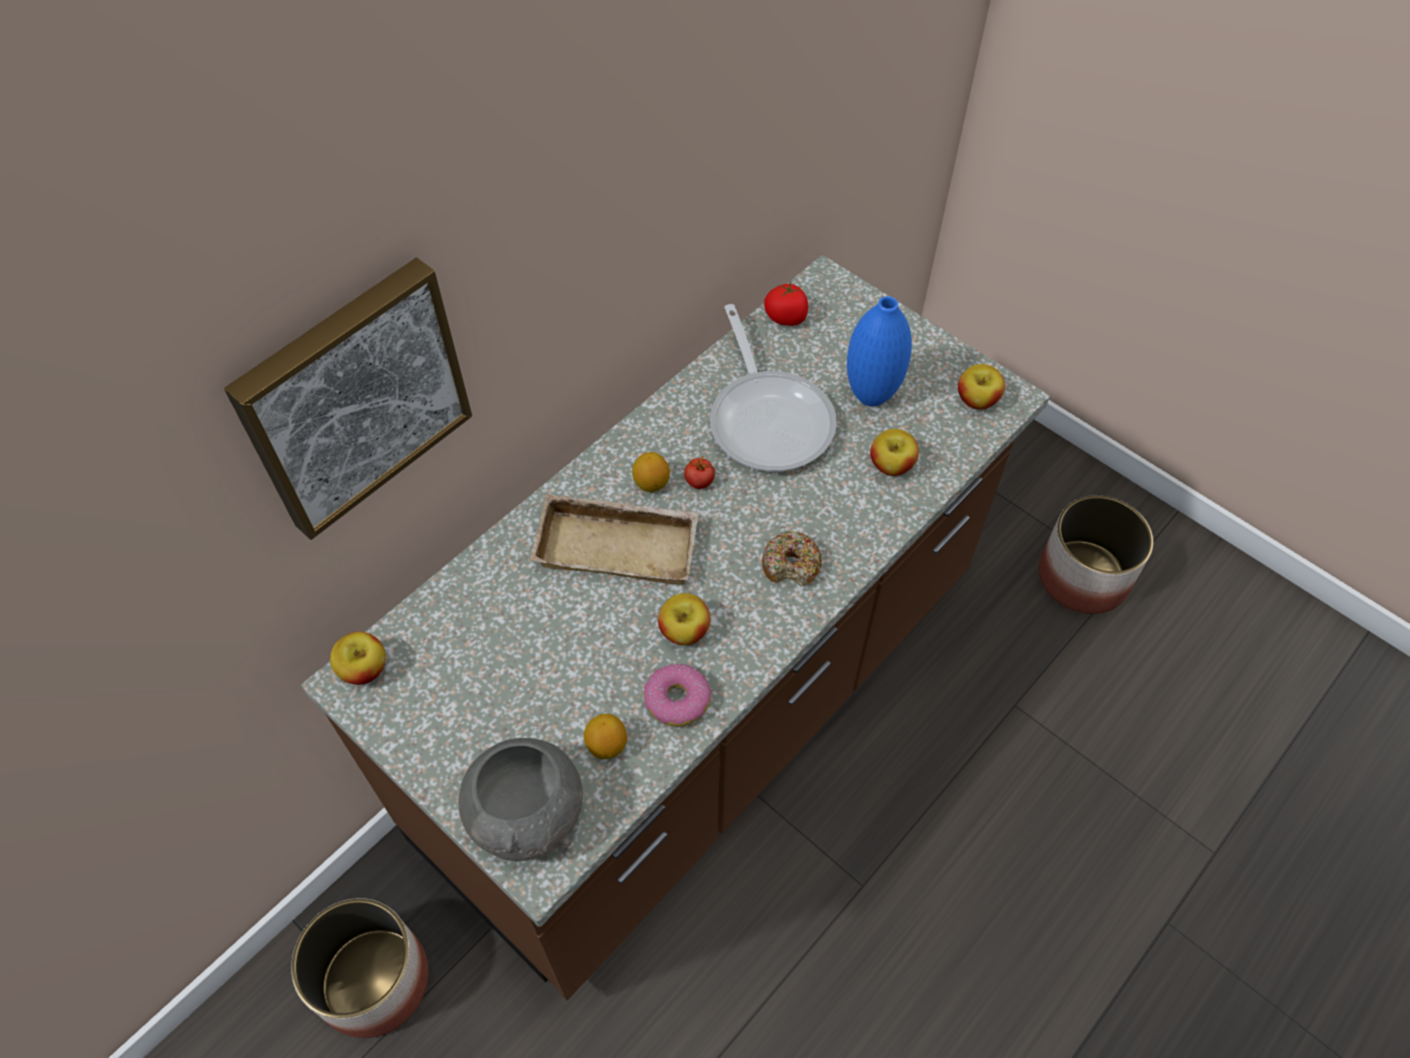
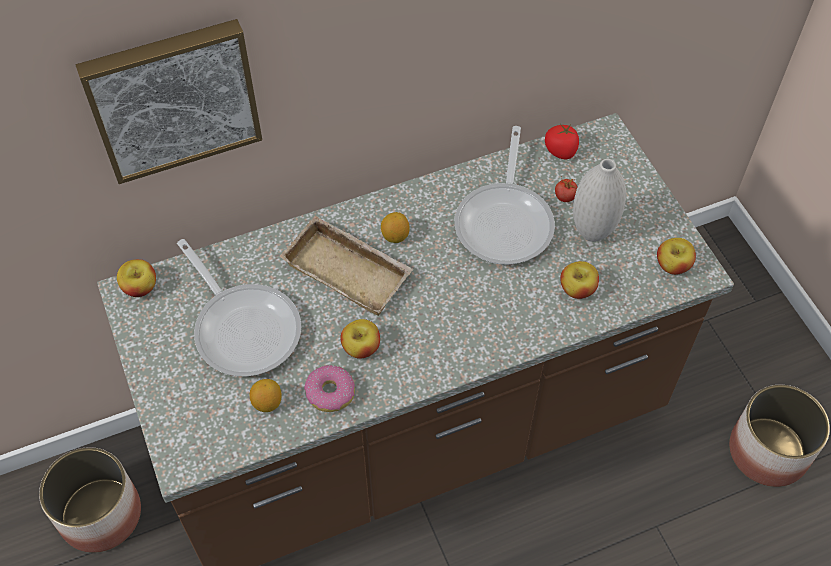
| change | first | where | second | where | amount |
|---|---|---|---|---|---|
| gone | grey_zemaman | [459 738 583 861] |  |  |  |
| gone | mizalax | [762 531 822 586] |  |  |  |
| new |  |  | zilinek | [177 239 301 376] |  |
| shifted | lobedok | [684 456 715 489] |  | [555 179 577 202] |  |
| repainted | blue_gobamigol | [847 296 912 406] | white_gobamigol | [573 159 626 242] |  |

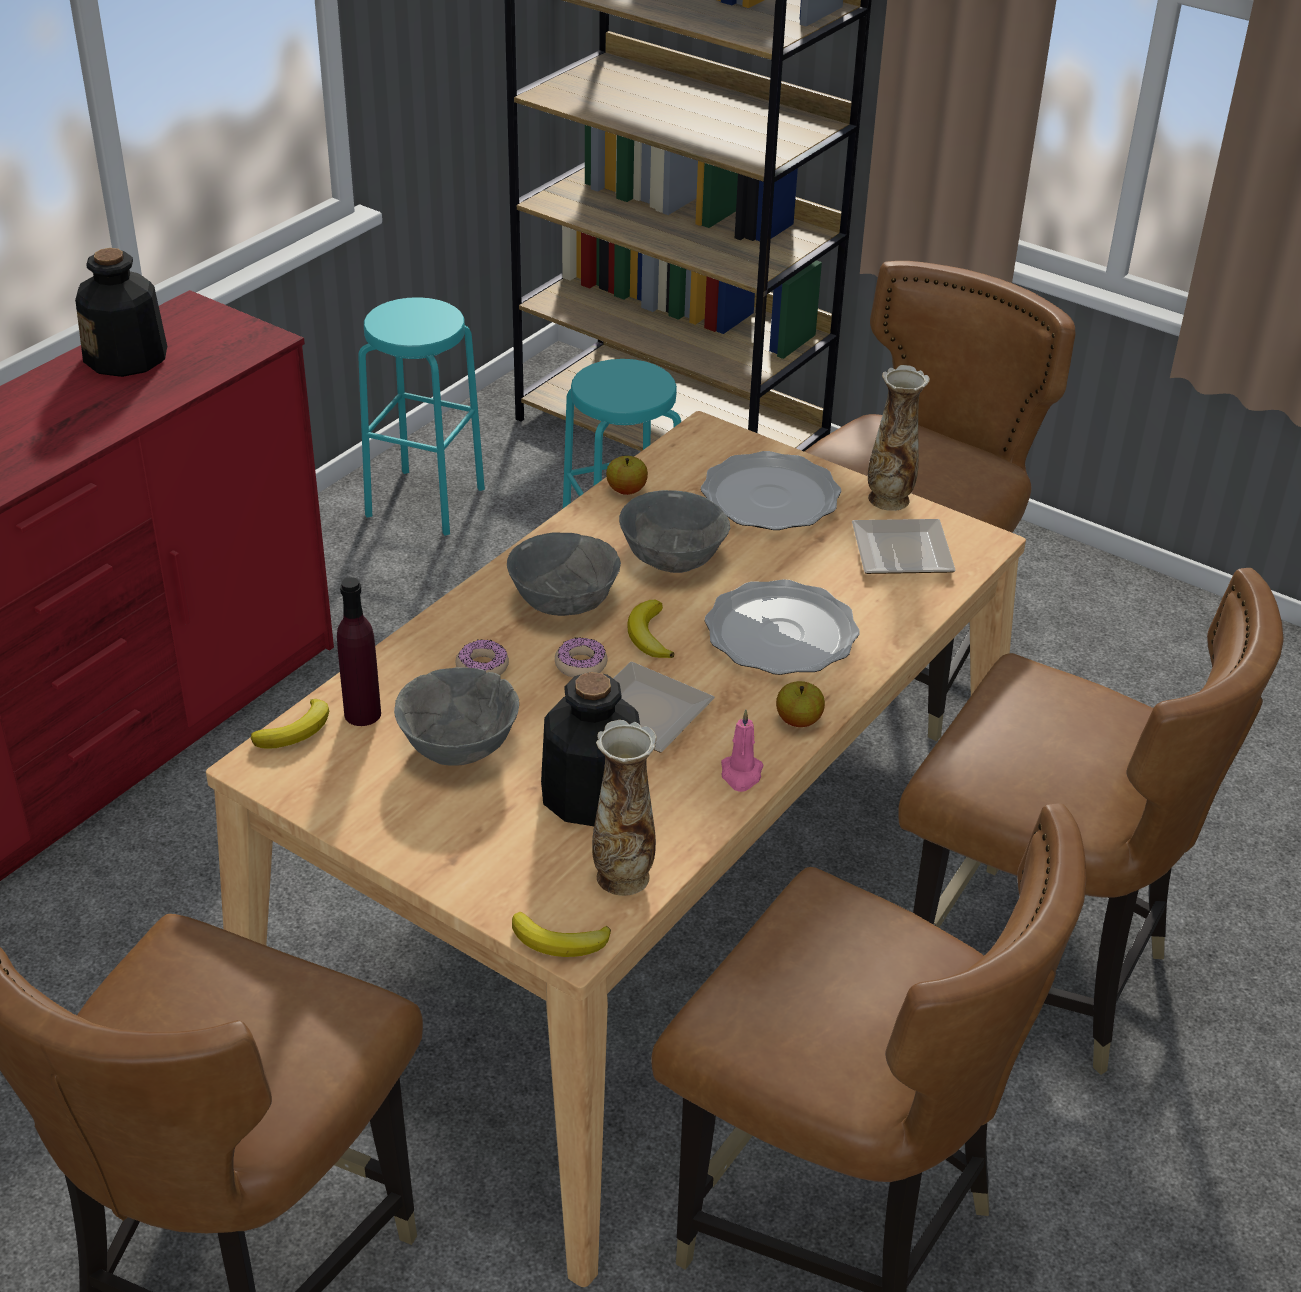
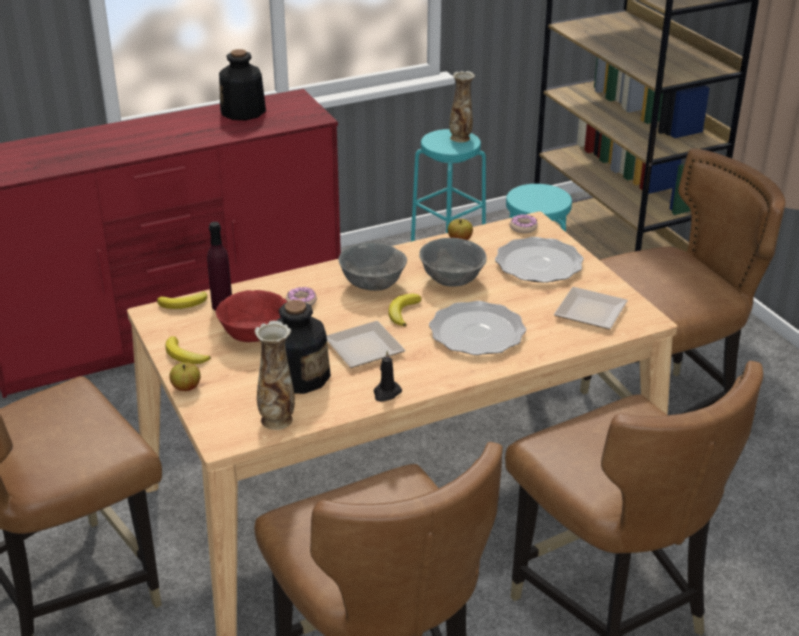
| change | first | where | second | where | amount |
|---|---|---|---|---|---|
| shifted | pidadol | [512 912 611 957] |  | [166 336 211 364] |  |
| shifted | mizalax | [555 638 607 677] |  | [509 214 538 233] |  |
| shifted | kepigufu | [776 681 825 727] |  | [169 362 201 391] |  |
| shifted | gobamigol | [868 365 930 511] |  | [449 71 475 142] |  |
| repainted | grey_zemaman | [394 667 519 766] | red_zemaman | [216 290 287 342] |  |
| repainted | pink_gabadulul | [721 710 763 792] | black_gabadulul | [374 351 402 402] |  |

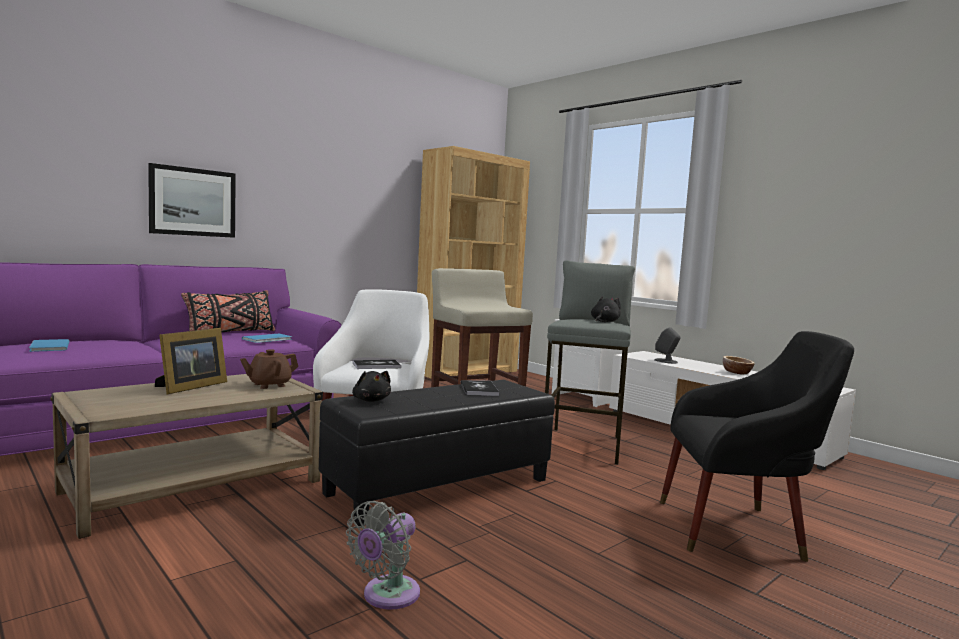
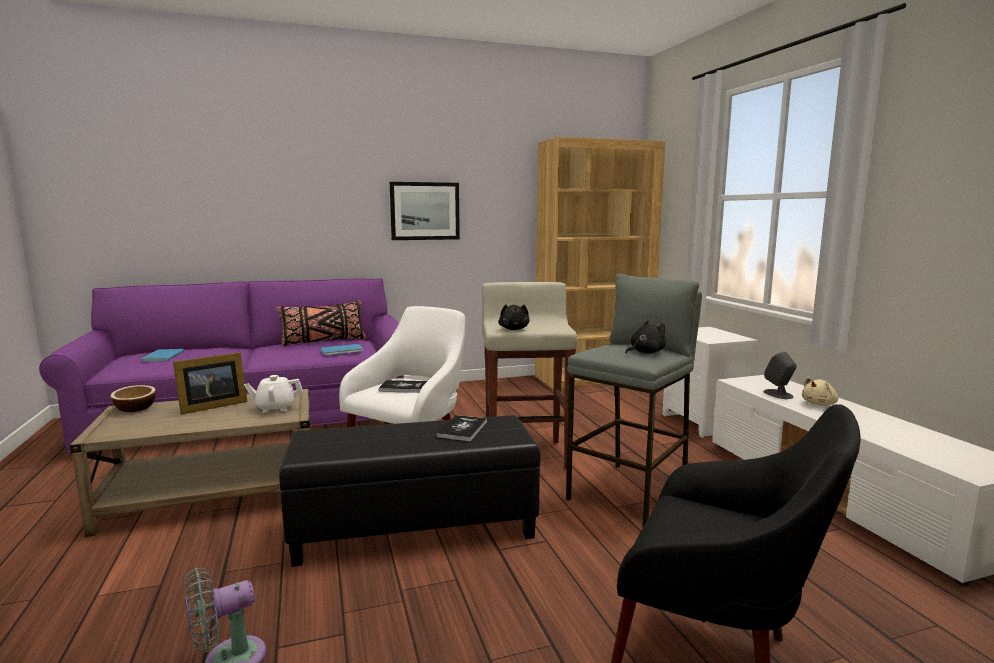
| change | first | where | second | where | amount |
|---|---|---|---|---|---|
| new |  |  | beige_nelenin | [802 377 838 406] |  |
| shifted | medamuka | [148 163 236 238] |  | [390 182 460 240] |  |
| shifted | black_nelenin | [352 371 391 402] |  | [498 304 530 330] |  |
| shifted | zemaman | [723 356 755 374] |  | [110 385 156 412] |  |
| repainted | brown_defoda | [240 349 298 389] | white_defoda | [244 375 303 413] |  |

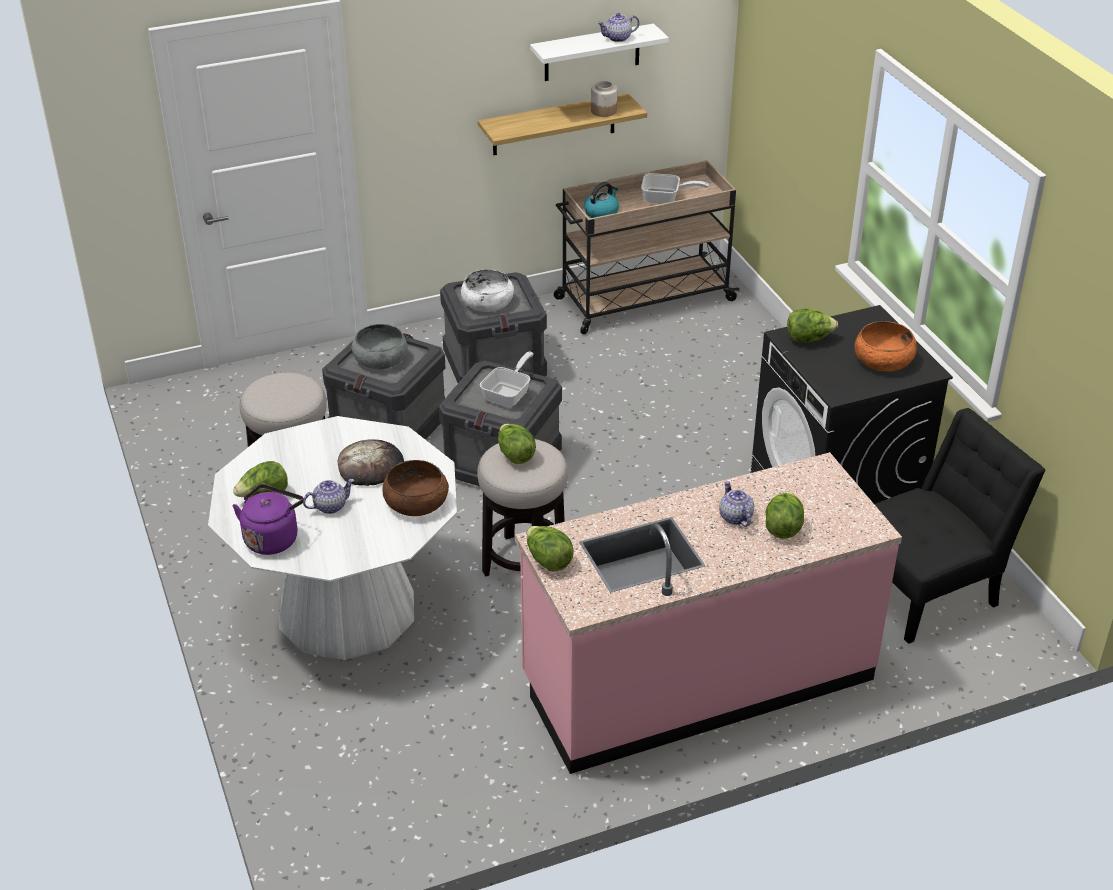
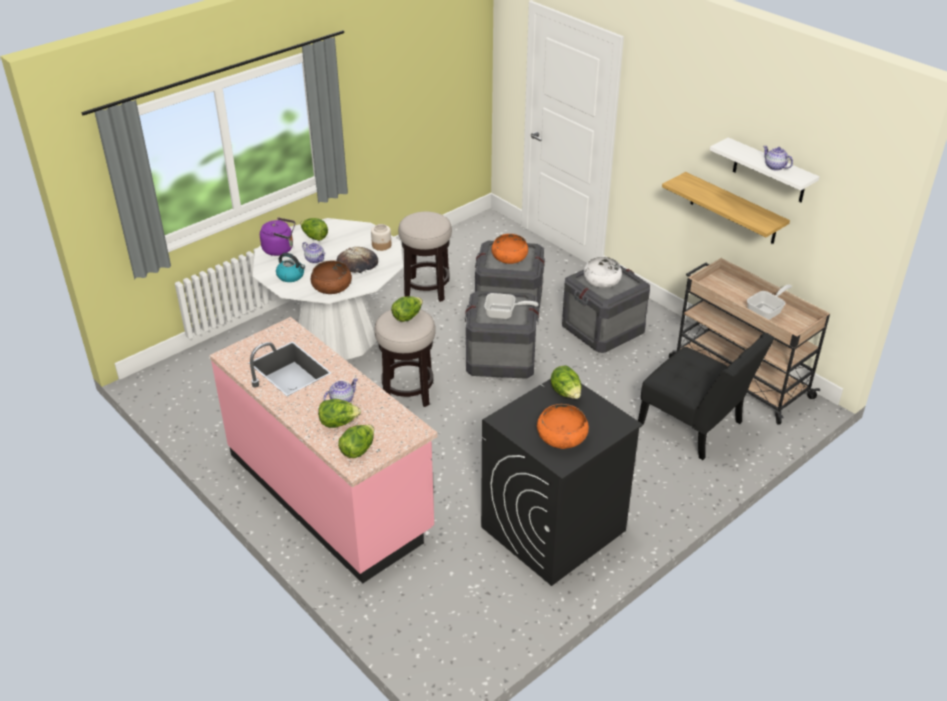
| change | first | where | second | where | amount |
|---|---|---|---|---|---|
| shifted | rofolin | [527 526 574 572] |  | [338 425 374 458] |  |
| shifted | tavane | [584 182 619 218] |  | [276 253 305 282] |  |
| shifted | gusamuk | [591 81 617 117] |  | [371 224 391 251] |  |
| shifted | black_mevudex | [874 408 1046 644] |  | [638 333 774 460] |  |
| repainted | grey_zemaman | [352 324 408 370] | orange_zemaman | [491 234 528 264] |  |
| rotated | zilinek | [641 173 709 204] |  | [747 284 792 320] | 120 degrees counterclockwise |

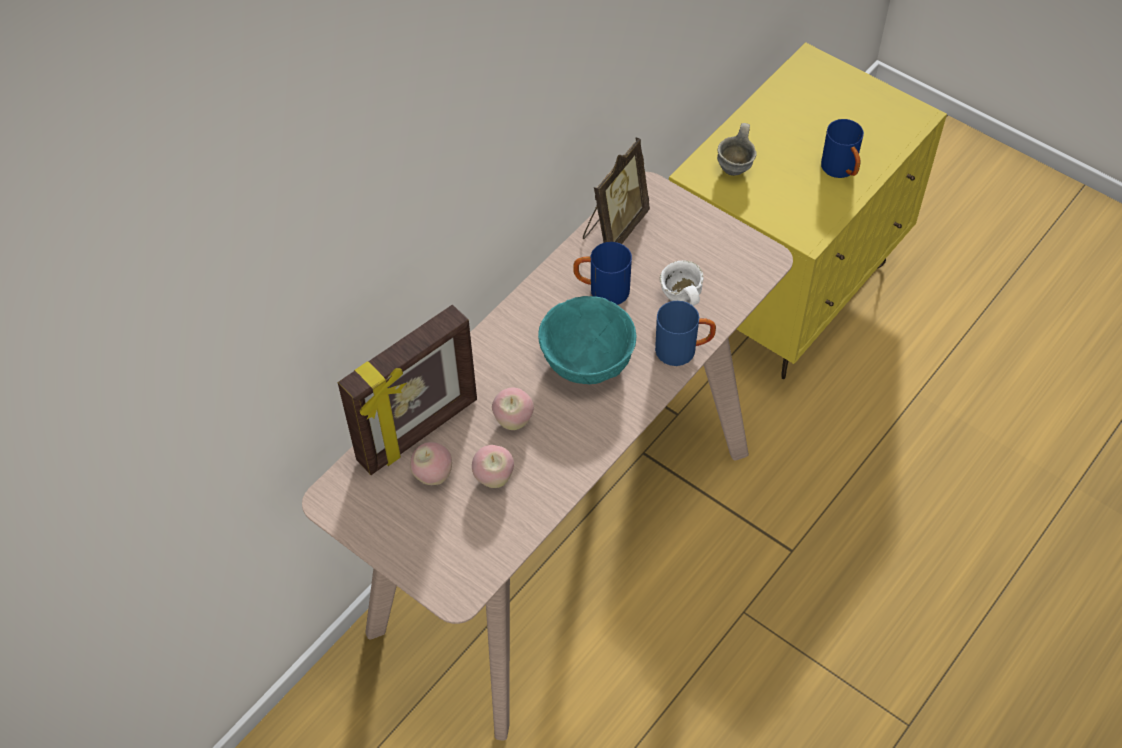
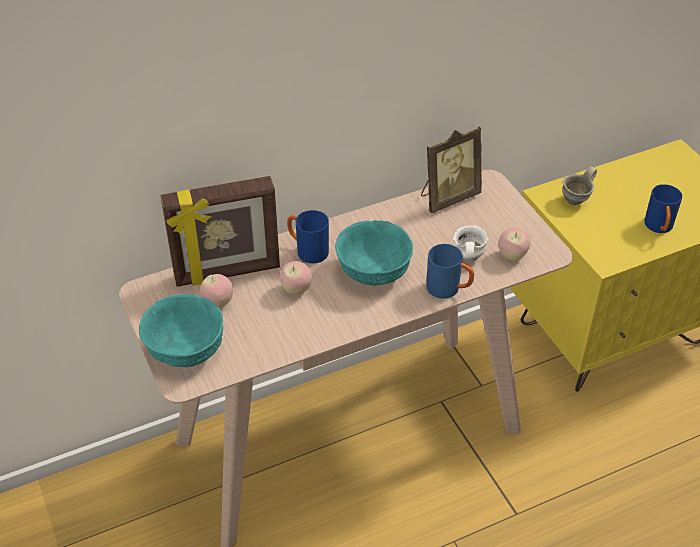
| change | first | where | second | where | amount |
|---|---|---|---|---|---|
| new |  |  | turquoise_zemaman | [139 294 223 367] |  |
| shifted | kepigufu | [472 445 514 488] |  | [498 228 531 261] |  |
| shifted | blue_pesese | [573 242 632 305] |  | [287 210 329 263] |  |

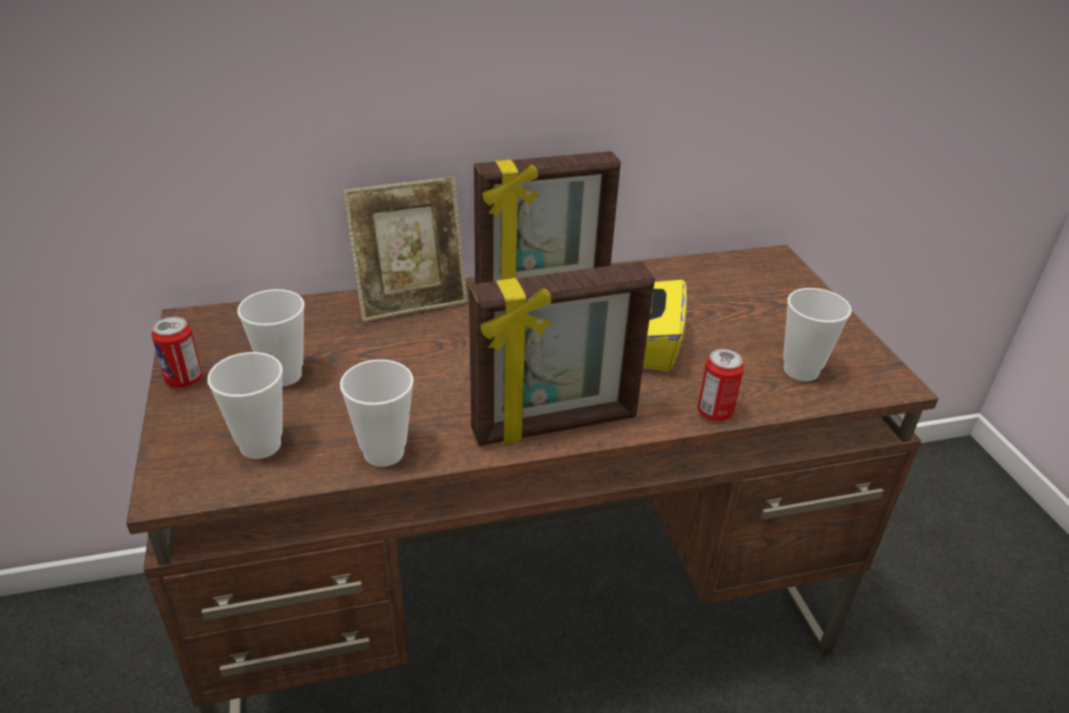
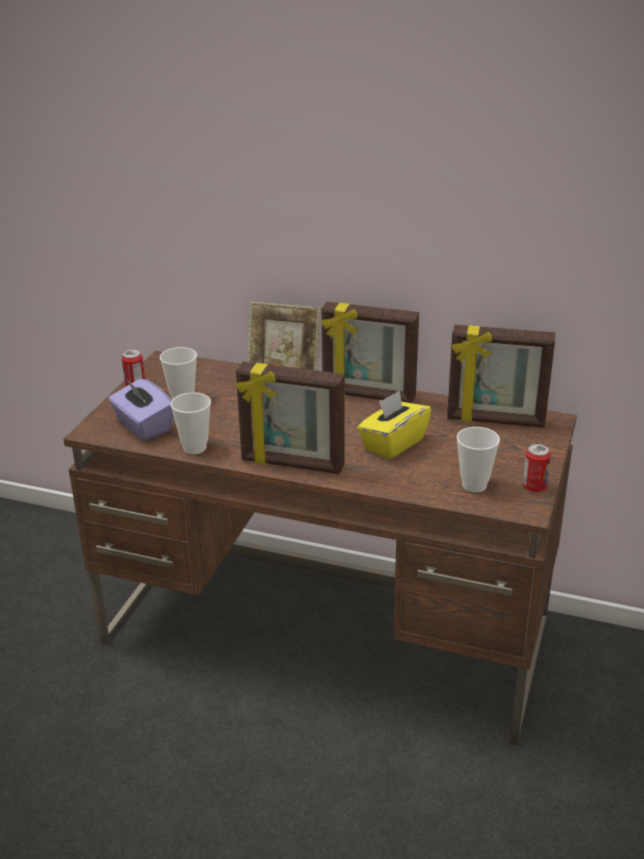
| change | first | where | second | where | amount |
|---|---|---|---|---|---|
| new |  |  | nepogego | [447 325 555 428] |  |
| shifted | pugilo | [698 349 744 421] |  | [523 444 551 492] |  |
| swapped | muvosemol | [207 352 283 459] | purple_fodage | [108 379 173 441] |  |

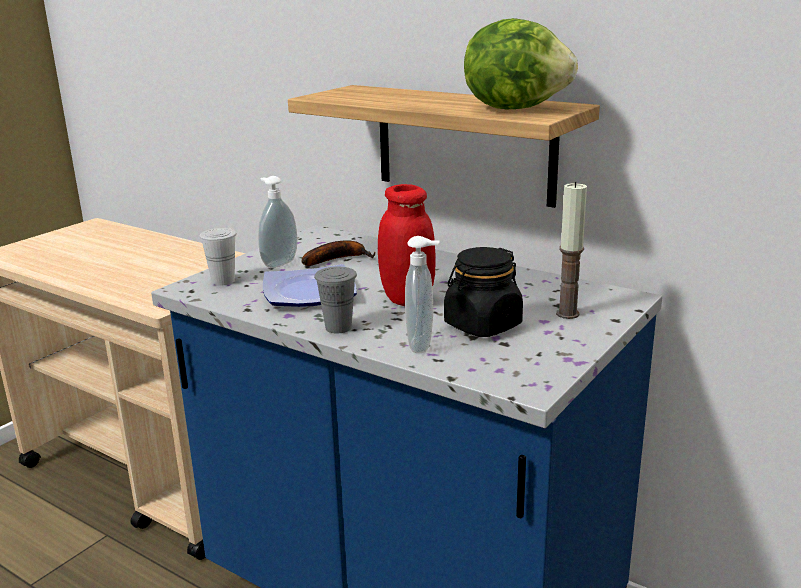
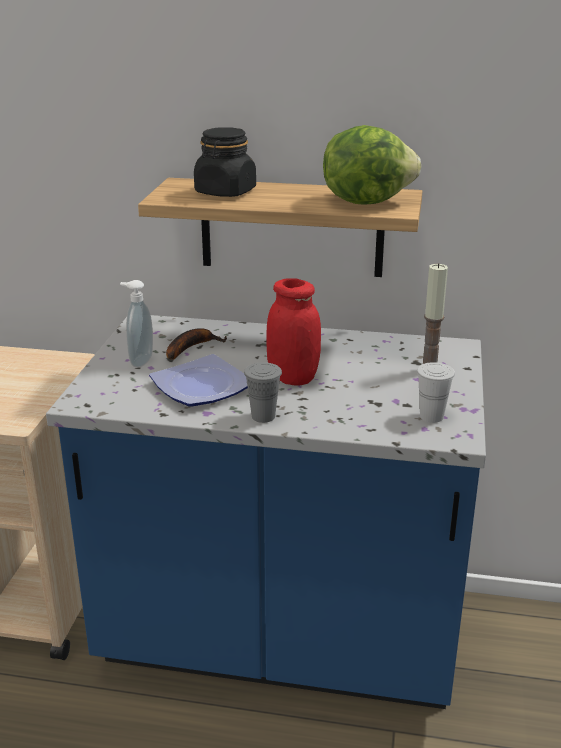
| change | first | where | second | where | amount |
|---|---|---|---|---|---|
| gone | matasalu | [405 236 440 353] |  |  |  |
| shifted | white_muvosemol | [199 228 237 286] |  | [417 362 455 423] |  |
| shifted | black_gusamuk | [444 247 523 337] |  | [194 127 256 197] |  |

